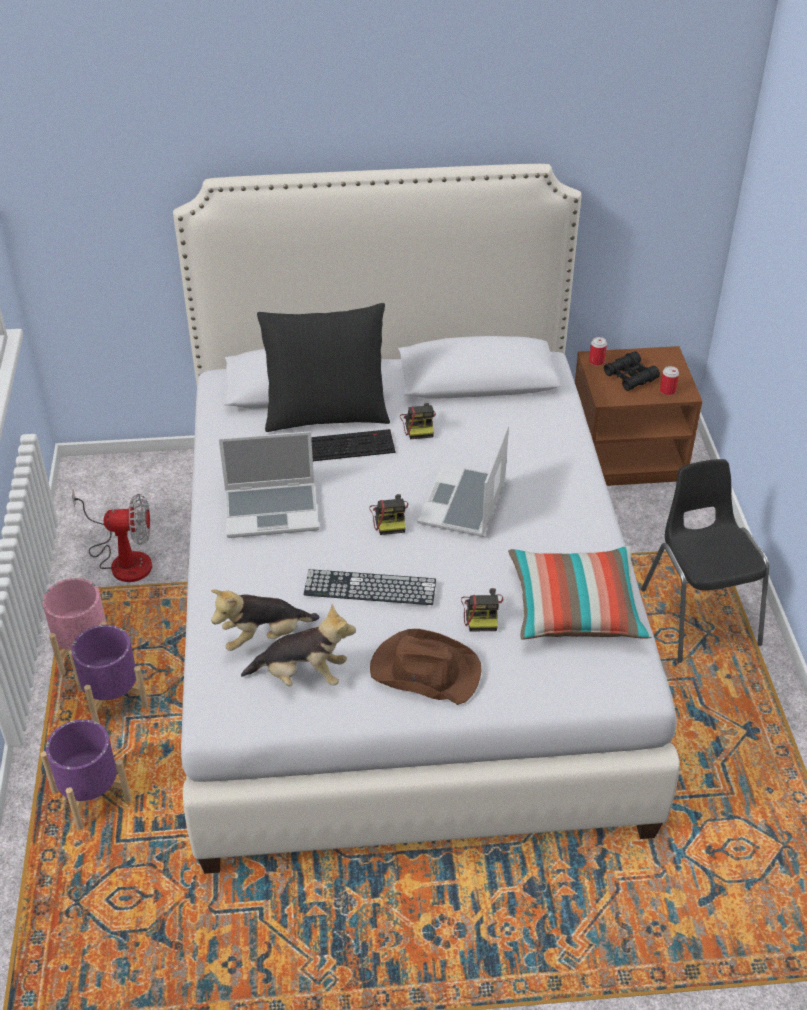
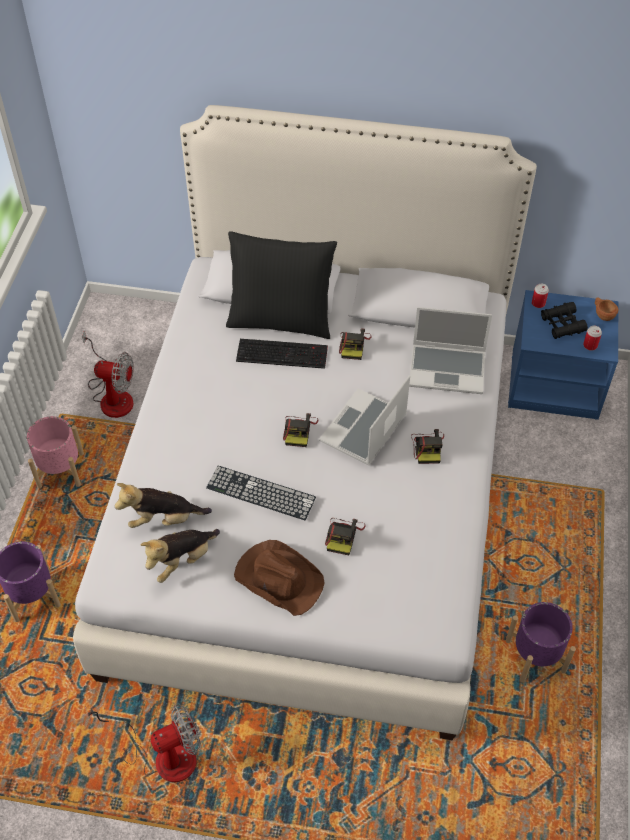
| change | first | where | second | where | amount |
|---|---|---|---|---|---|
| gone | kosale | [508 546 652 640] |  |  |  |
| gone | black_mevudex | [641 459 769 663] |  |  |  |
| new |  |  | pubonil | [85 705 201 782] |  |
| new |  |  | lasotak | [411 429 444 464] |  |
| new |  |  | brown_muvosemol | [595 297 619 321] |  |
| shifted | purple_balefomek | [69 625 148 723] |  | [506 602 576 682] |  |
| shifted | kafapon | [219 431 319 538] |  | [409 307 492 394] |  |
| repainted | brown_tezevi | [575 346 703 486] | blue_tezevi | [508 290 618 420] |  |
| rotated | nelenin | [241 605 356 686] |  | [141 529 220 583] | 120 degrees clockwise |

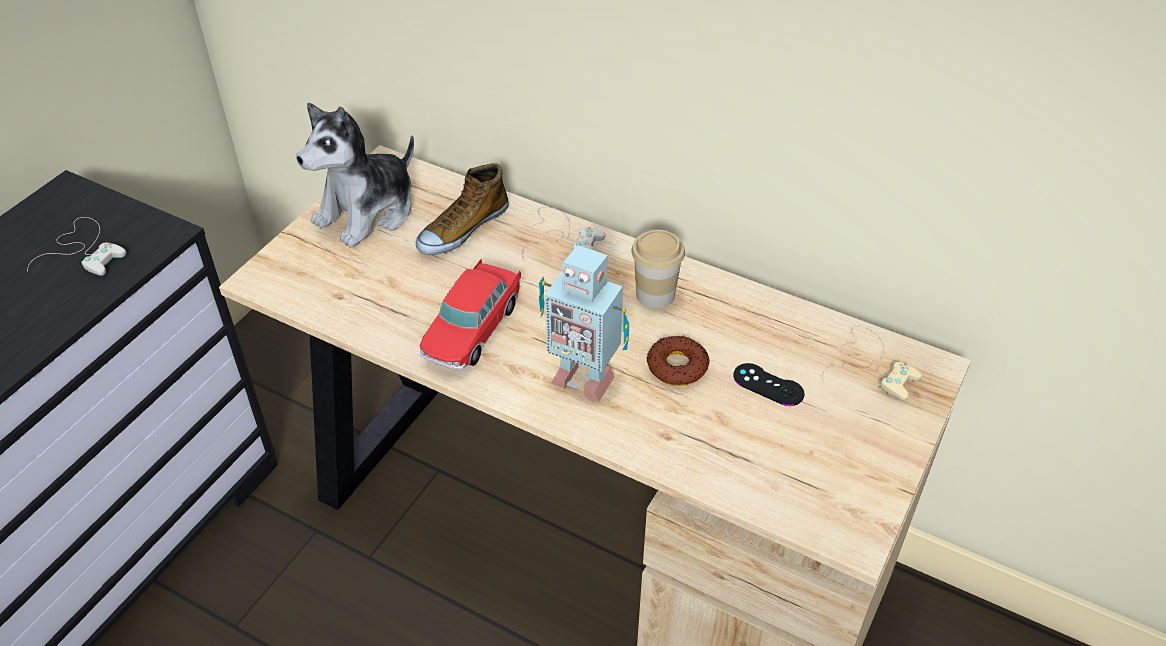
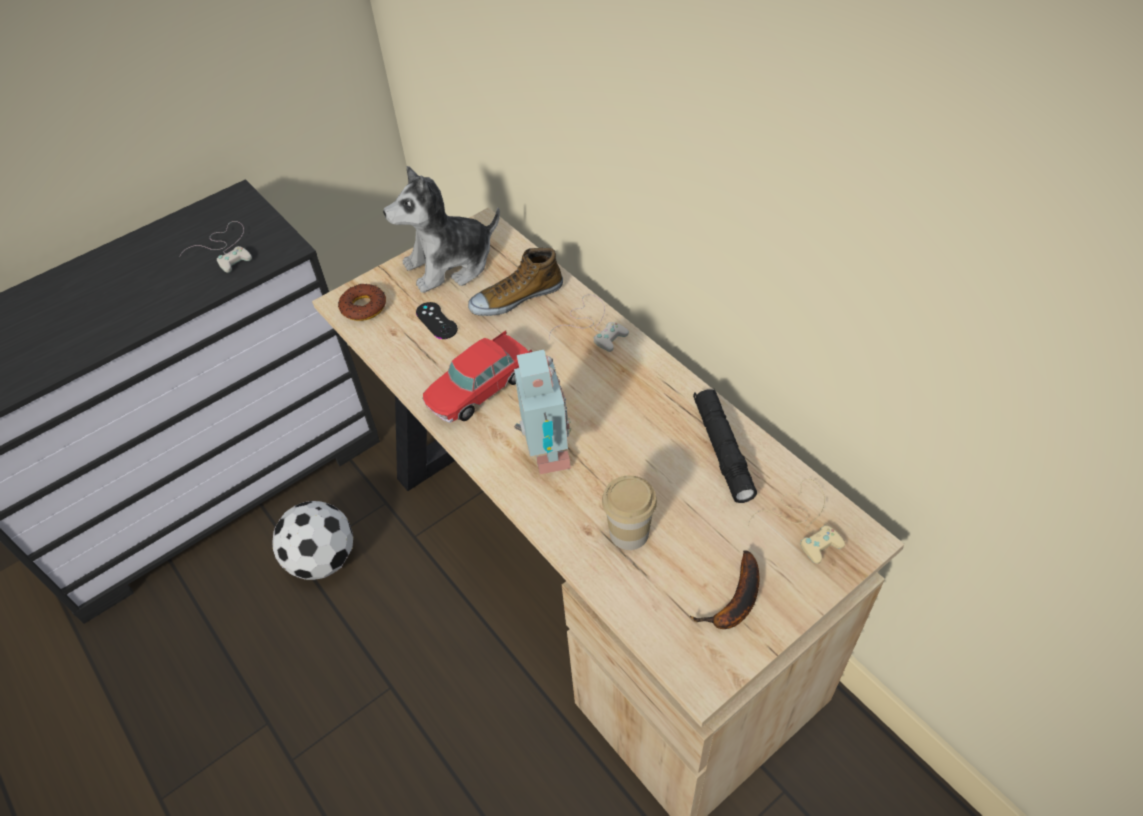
| change | first | where | second | where | amount |
|---|---|---|---|---|---|
| new |  |  | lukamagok | [272 501 353 580] |  |
| new |  |  | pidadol | [690 550 759 629] |  |
| new |  |  | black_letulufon | [693 389 757 503] |  |
| shifted | muvosemol | [631 230 685 309] |  | [602 475 657 550] |  |
| shifted | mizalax | [647 336 709 386] |  | [338 283 386 321] |  |
| shifted | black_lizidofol | [733 363 805 406] |  | [416 302 458 339] |  |
| rotated | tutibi | [539 245 629 402] |  | [514 350 571 474] | 150 degrees counterclockwise |

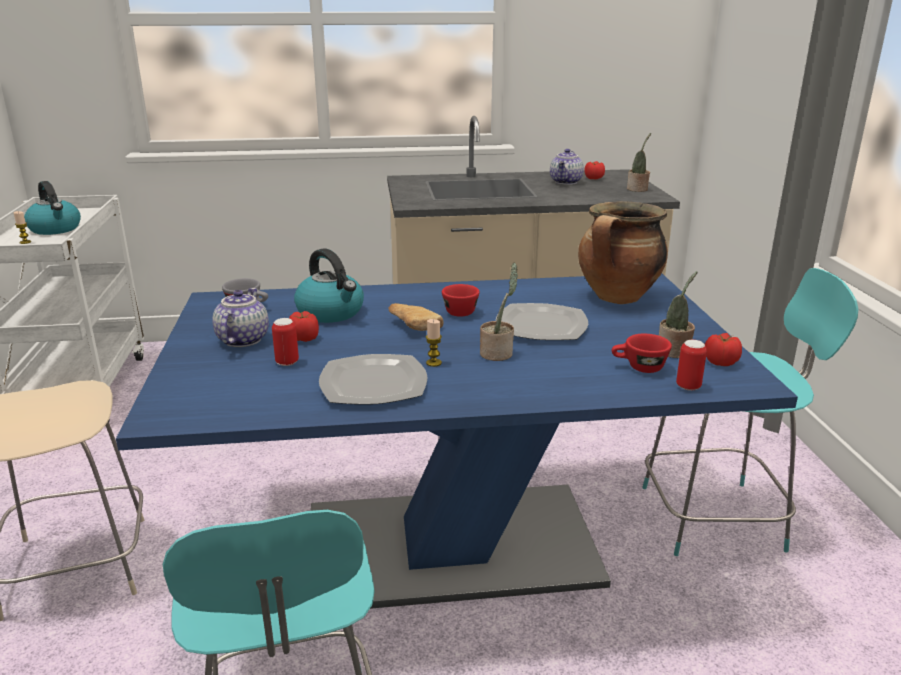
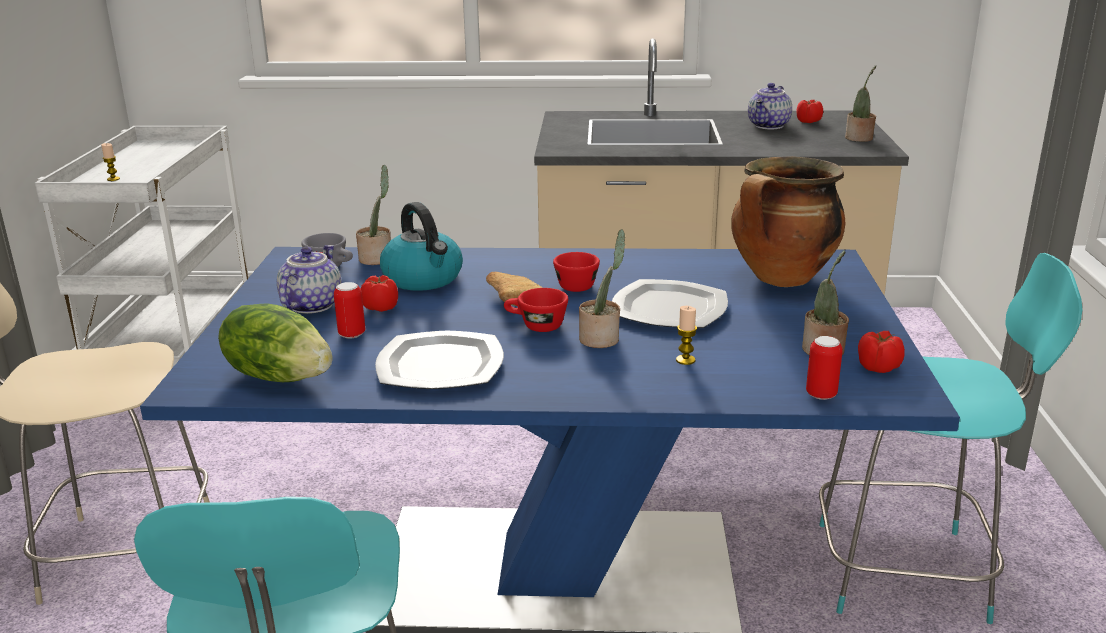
| change | first | where | second | where | amount |
|---|---|---|---|---|---|
| gone | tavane | [24 181 81 235] |  |  |  |
| new |  |  | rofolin | [218 303 332 382] |  |
| new |  |  | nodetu | [356 165 391 265] |  |
| shifted | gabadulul | [426 319 442 367] |  | [676 306 697 365] |  |
| shifted | red_muvosemol | [612 334 672 373] |  | [504 288 568 332] |  |

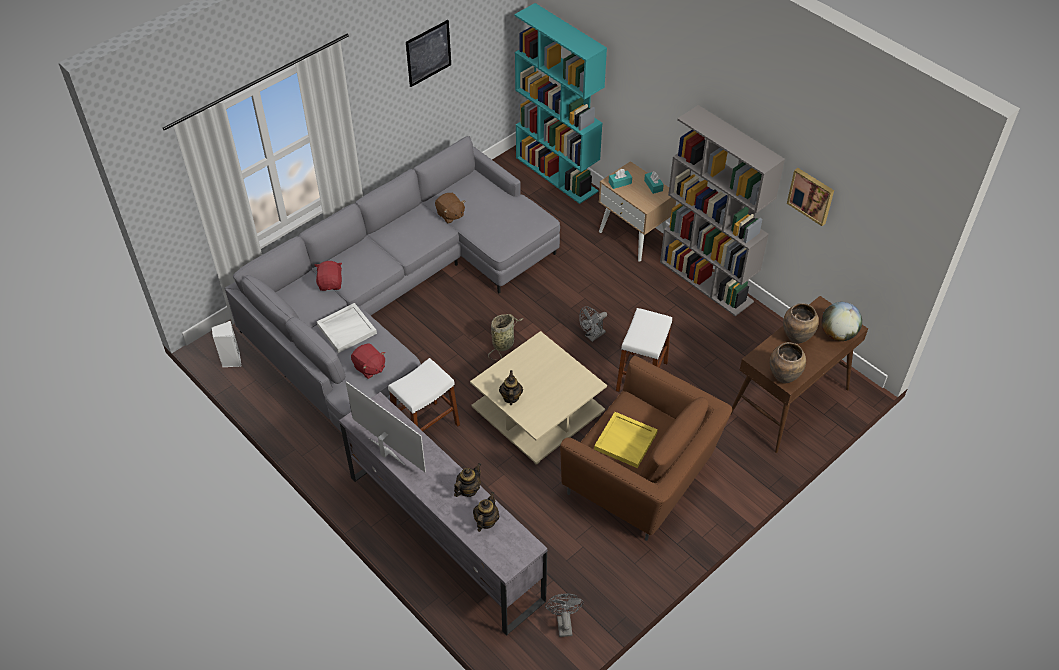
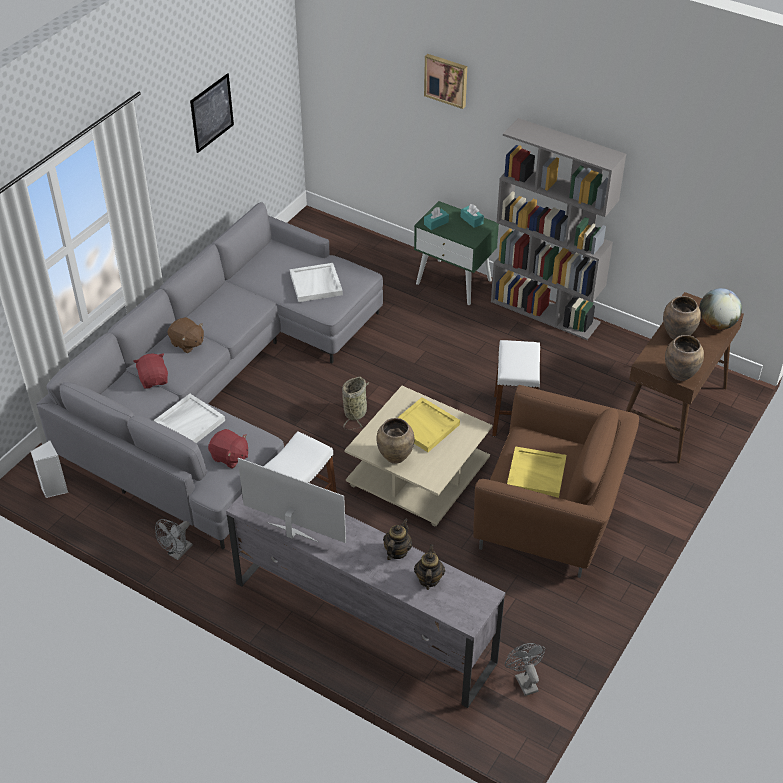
| change | first | where | second | where | amount |
|---|---|---|---|---|---|
| gone | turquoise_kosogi | [514 3 607 204] |  |  |  |
| new |  |  | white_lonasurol | [290 263 343 302] |  |
| new |  |  | yellow_lonasurol | [397 397 460 452] |  |
| shifted | brown_nelenin | [435 193 465 224] |  | [168 317 204 353] |  |
| shifted | grey_pubonil | [579 307 607 342] |  | [155 519 193 560] |  |
| shifted | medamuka | [787 168 834 226] |  | [424 54 467 109] |  |
| swapped | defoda | [499 370 523 405] | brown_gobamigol | [376 418 415 464] |  |
| repainted | beige_tezevi | [599 161 676 262] | green_tezevi | [414 201 499 305] |  |

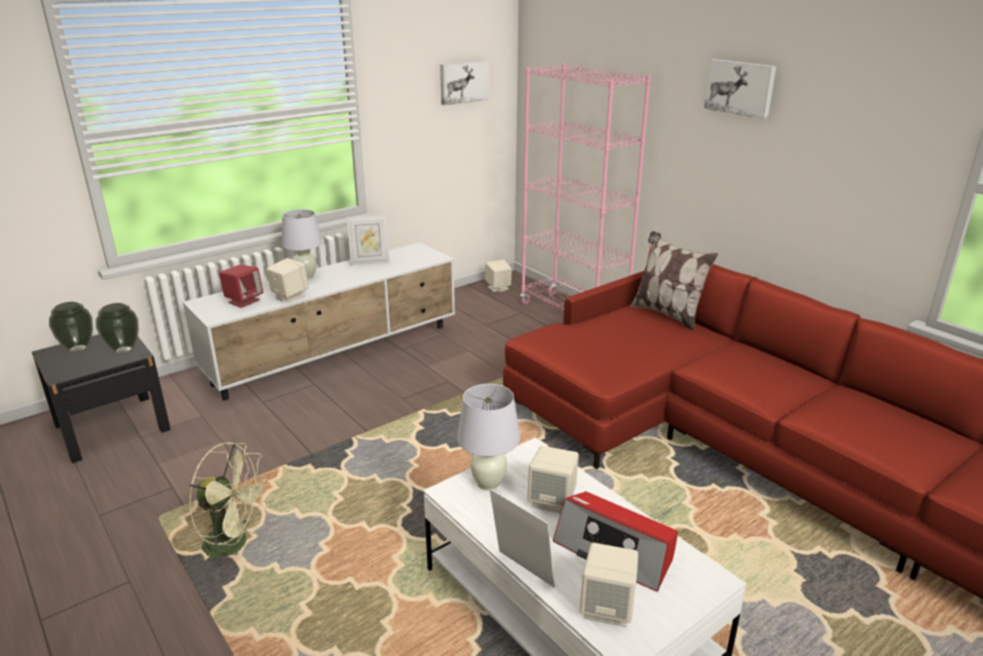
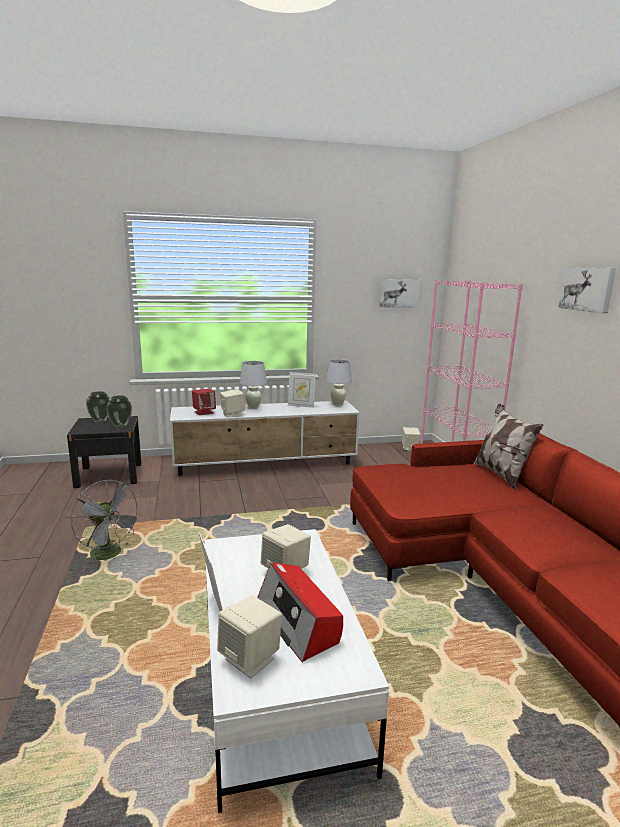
| change | first | where | second | where | amount |
|---|---|---|---|---|---|
| shifted | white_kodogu | [457 384 520 491] |  | [326 359 352 406] |  |
| repainted | green_pubonil | [189 442 270 560] | grey_pubonil | [71 480 142 561] |  |

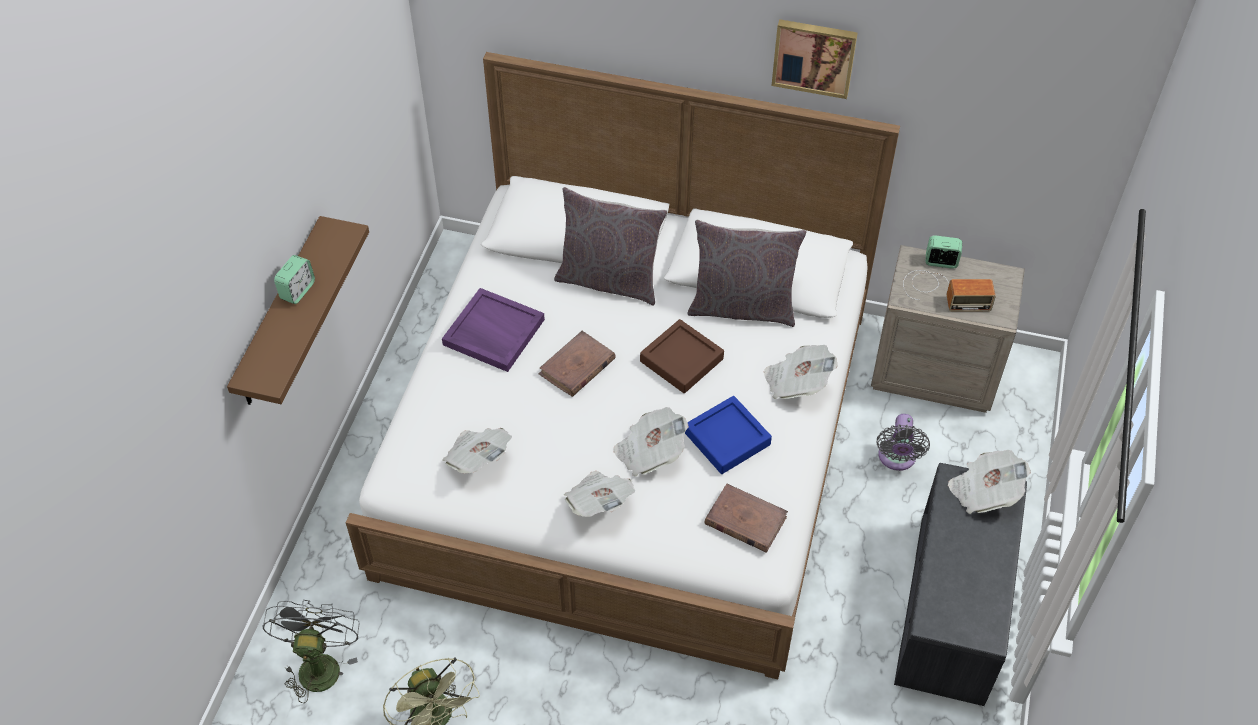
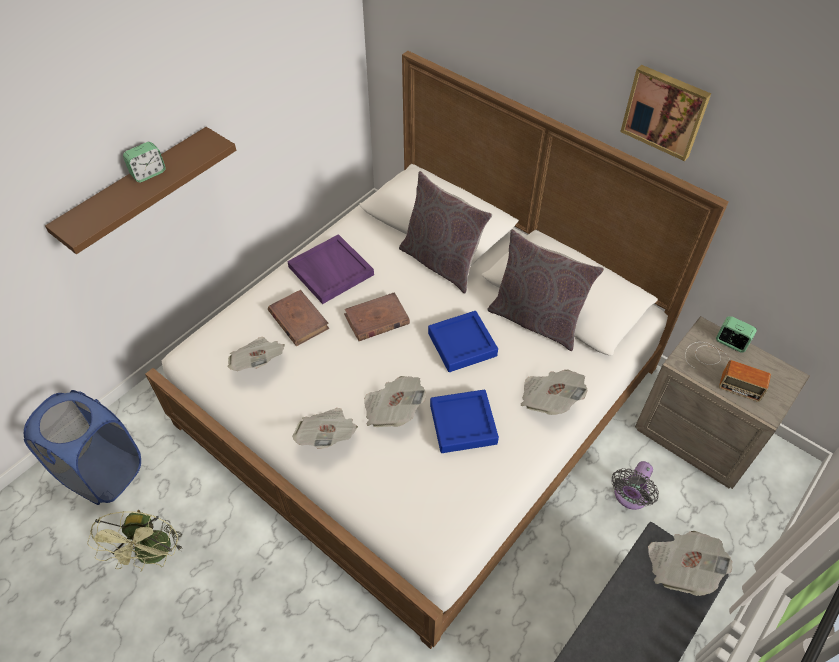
| change | first | where | second | where | amount |
|---|---|---|---|---|---|
| shifted | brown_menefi | [705 484 788 553] |  | [268 290 329 346] |  |
| swapped | grey_pubonil | [262 600 360 703] | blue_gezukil | [24 390 141 505] |  |
| repainted | brown_lonasurol | [640 319 724 393] | blue_lonasurol | [428 311 498 372] |  |

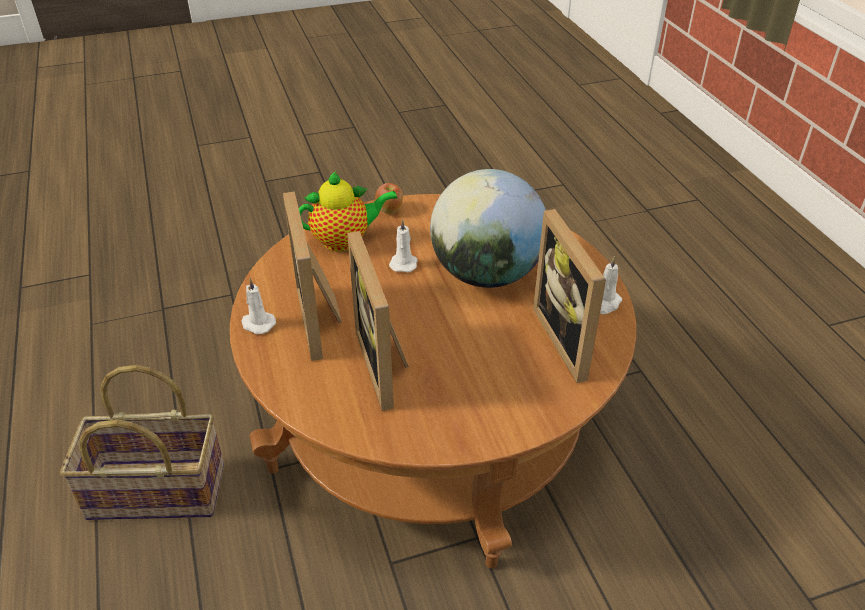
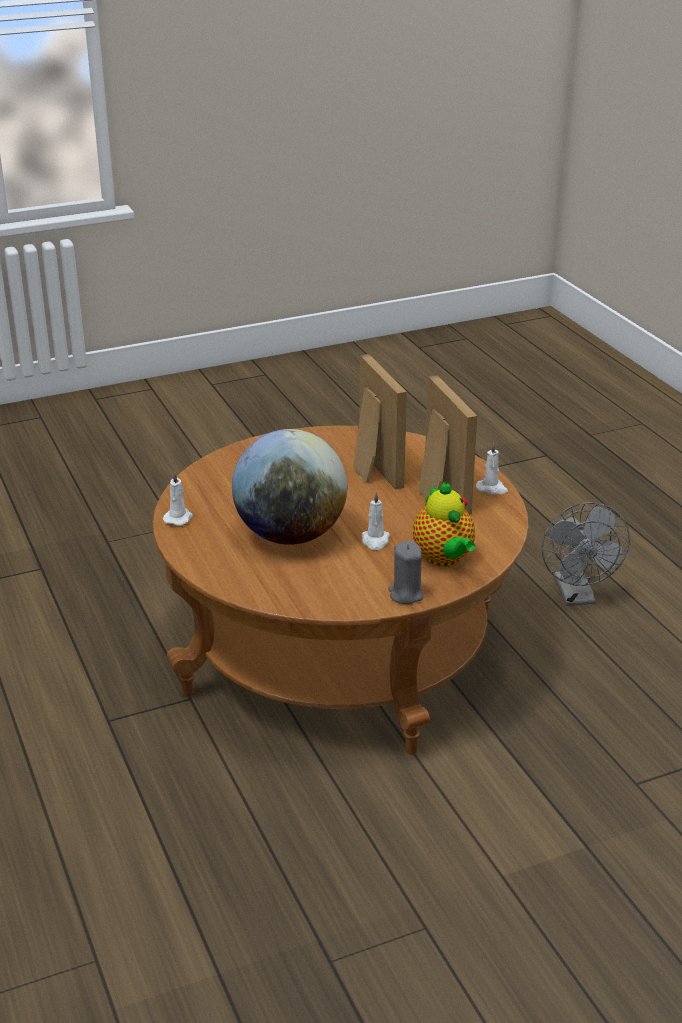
| change | first | where | second | where | amount |
|---|---|---|---|---|---|
| gone | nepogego | [533 209 606 383] |  |  |  |
| swapped | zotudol | [60 365 224 520] | grey_pubonil | [542 502 630 606] |  |
| swapped | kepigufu | [375 183 403 214] | grey_gabadulul | [388 541 424 604] |  |
| rotated | defoda | [299 171 398 251] |  | [413 481 476 567] | 90 degrees counterclockwise |

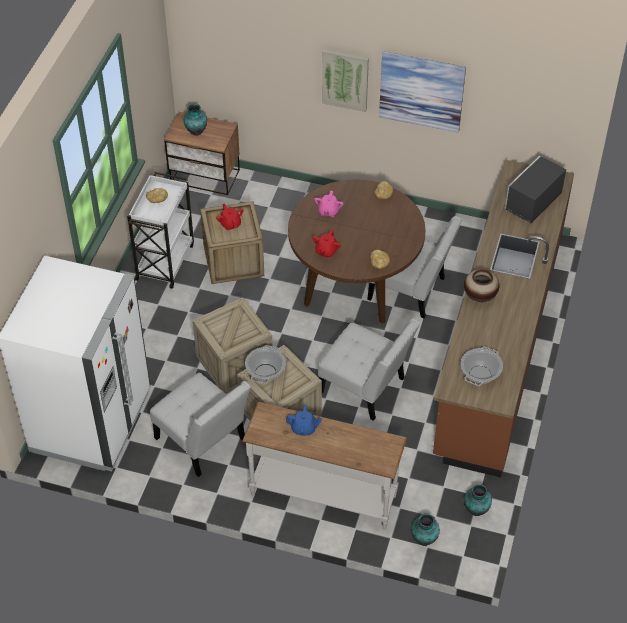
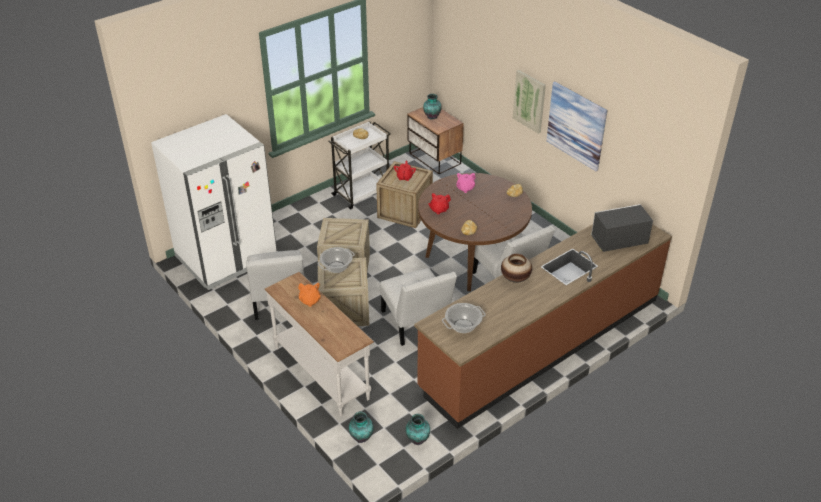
| change | first | where | second | where | amount |
|---|---|---|---|---|---|
| repainted | blue_defoda | [286 405 322 436] | orange_defoda | [298 283 321 307] |  |

